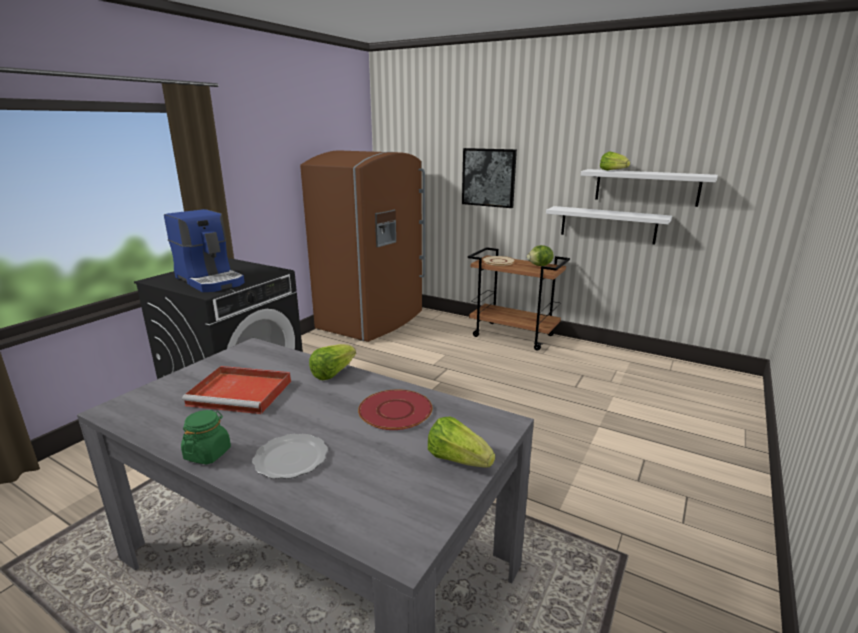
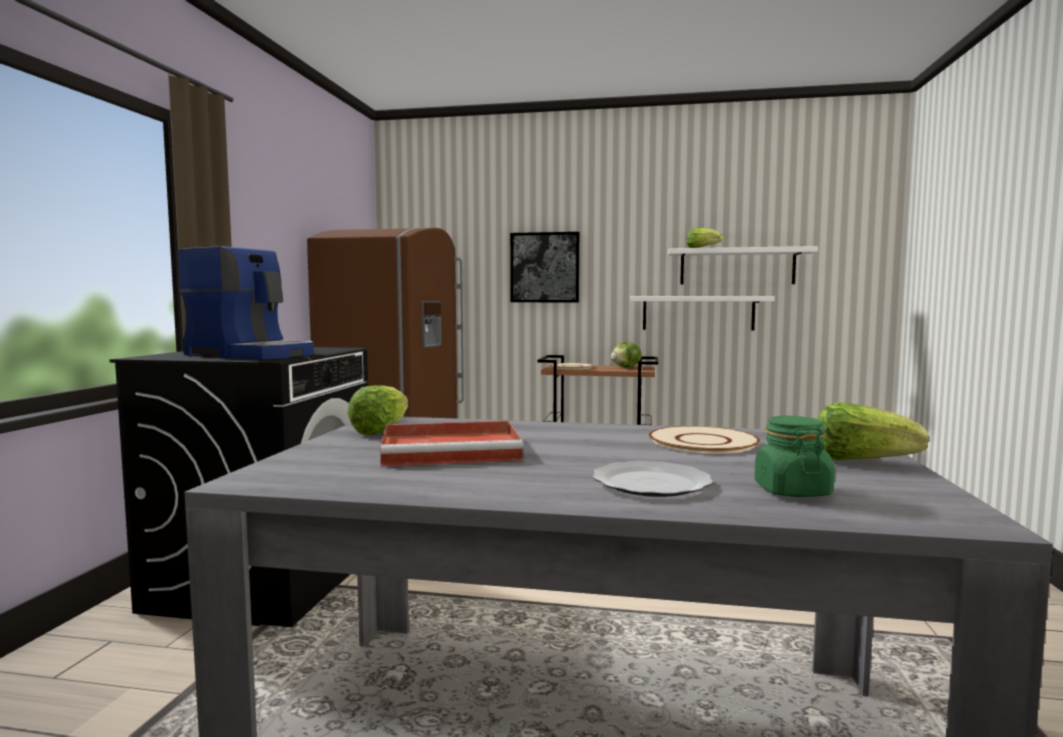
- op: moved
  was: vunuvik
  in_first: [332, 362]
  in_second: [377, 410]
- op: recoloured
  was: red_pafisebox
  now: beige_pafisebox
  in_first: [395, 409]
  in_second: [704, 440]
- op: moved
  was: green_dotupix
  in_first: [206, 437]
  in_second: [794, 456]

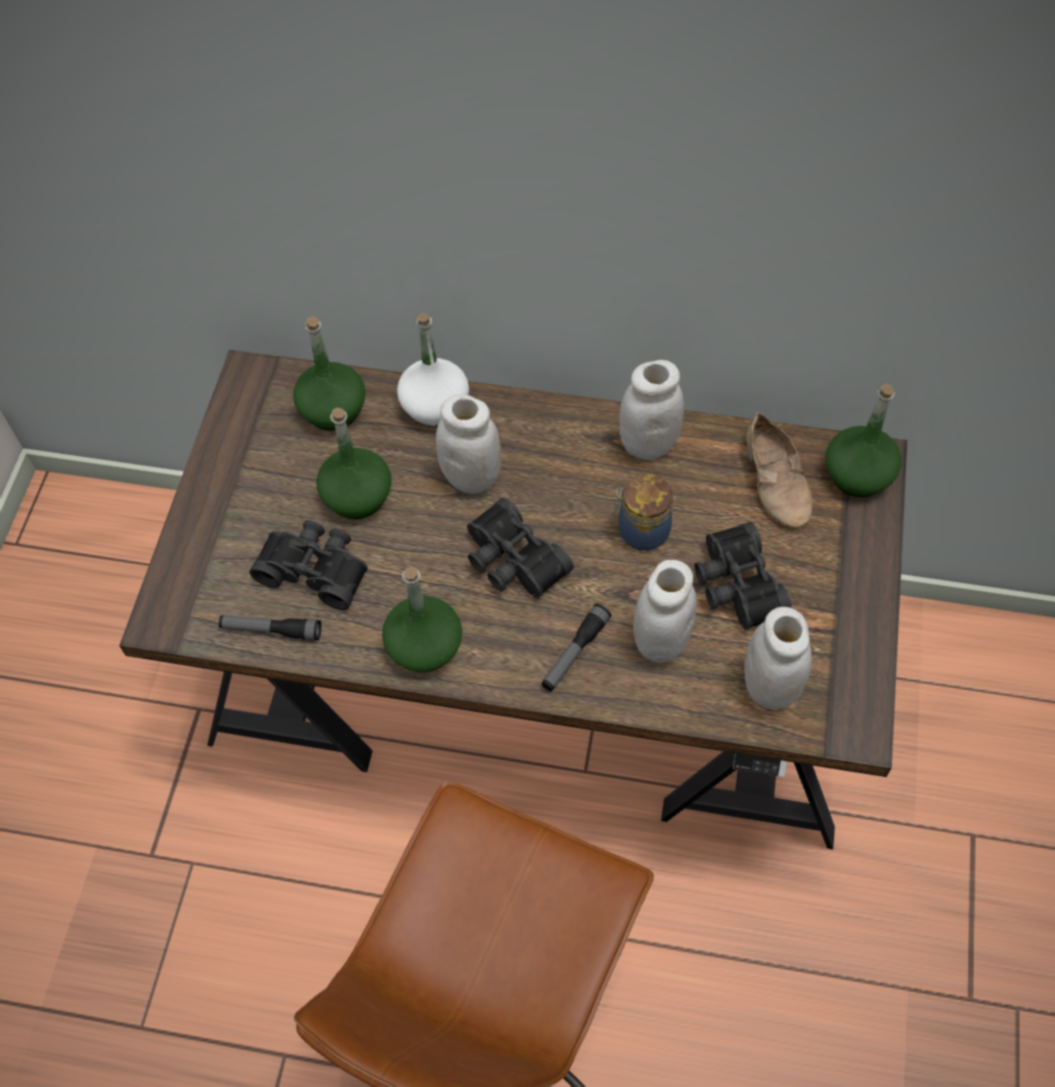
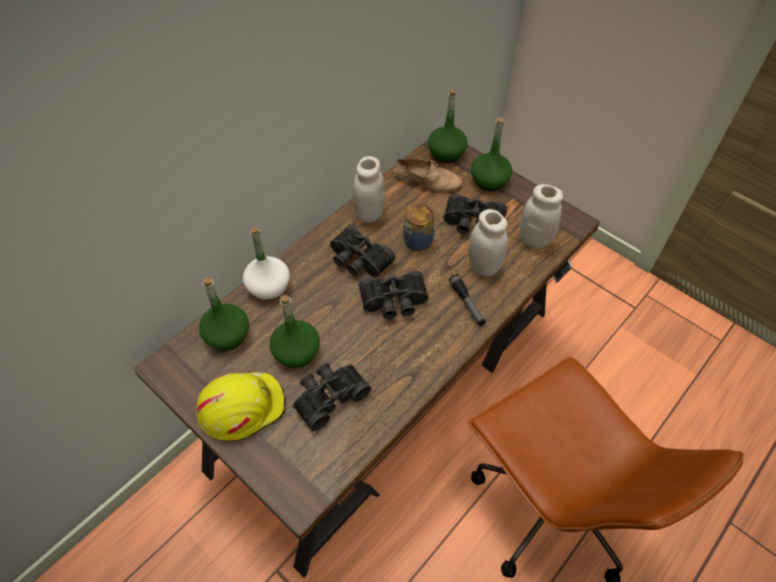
- op: removed
  was: white_dotupix
  in_first: [468, 444]
- op: moved
  was: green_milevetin
  in_first: [422, 619]
  in_second: [491, 154]
- op: removed
  was: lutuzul
  in_first: [270, 628]
- op: added
  now: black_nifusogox
  in_second: [363, 251]
- op: added
  now: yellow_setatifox
  in_second: [240, 406]

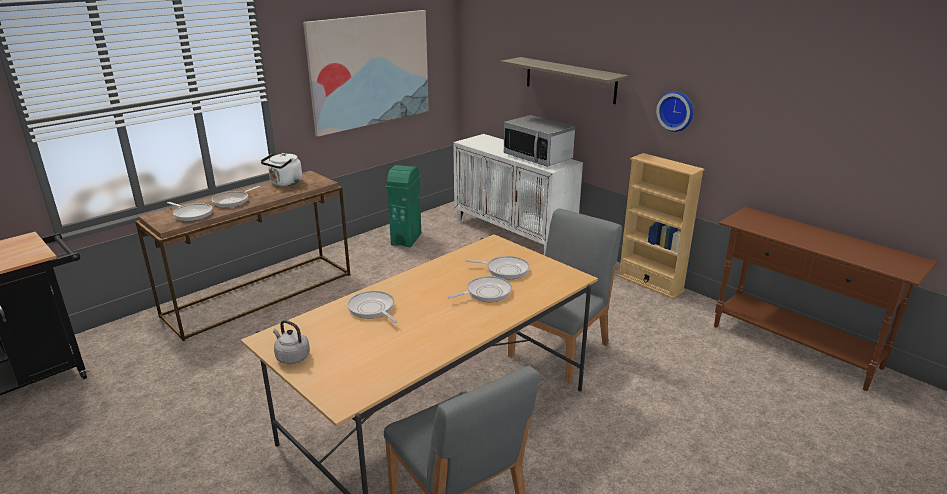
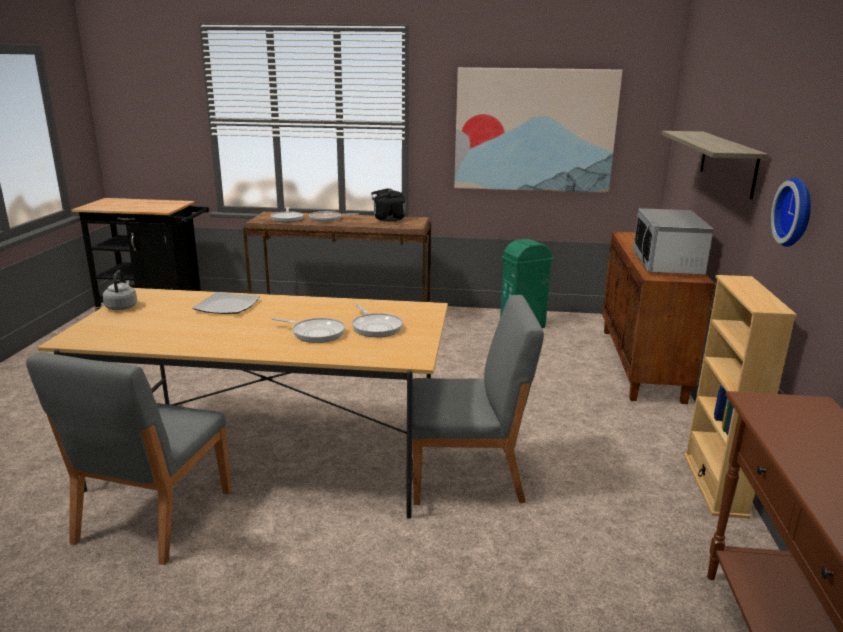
- op: recoloured
  was: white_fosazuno
  now: brown_fosazuno
  in_first: [518, 195]
  in_second: [658, 318]
- op: recoloured
  was: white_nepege
  now: black_nepege
  in_first: [281, 169]
  in_second: [388, 205]
- op: replaced
  was: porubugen
  now: pafisebox
  in_first: [372, 307]
  in_second: [226, 303]

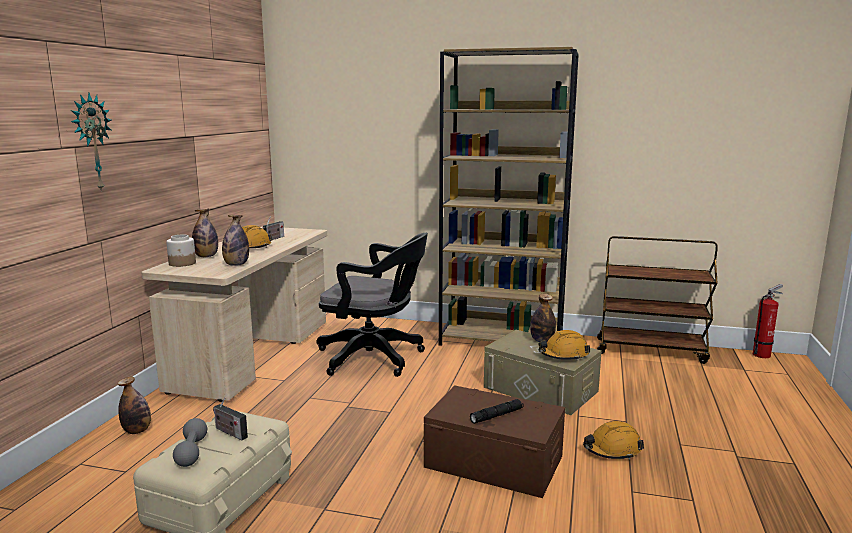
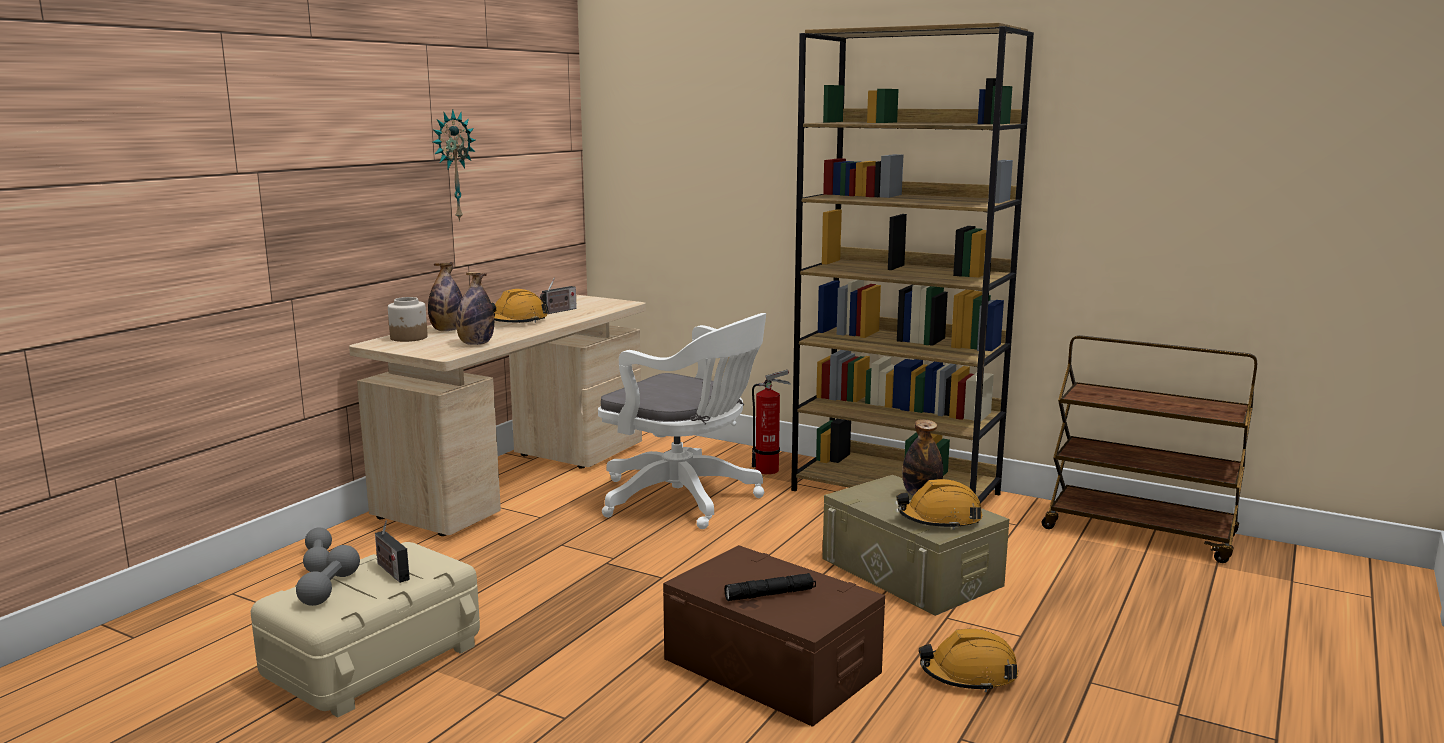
- op: moved
  was: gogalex
  in_first: [91, 142]
  in_second: [454, 165]
- op: recoloured
  was: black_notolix
  now: white_notolix
  in_first: [372, 305]
  in_second: [682, 421]
- op: moved
  was: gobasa
  in_first: [768, 321]
  in_second: [771, 422]
- op: replaced
  was: milevetin
  now: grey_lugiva
  in_first: [134, 405]
  in_second: [317, 549]

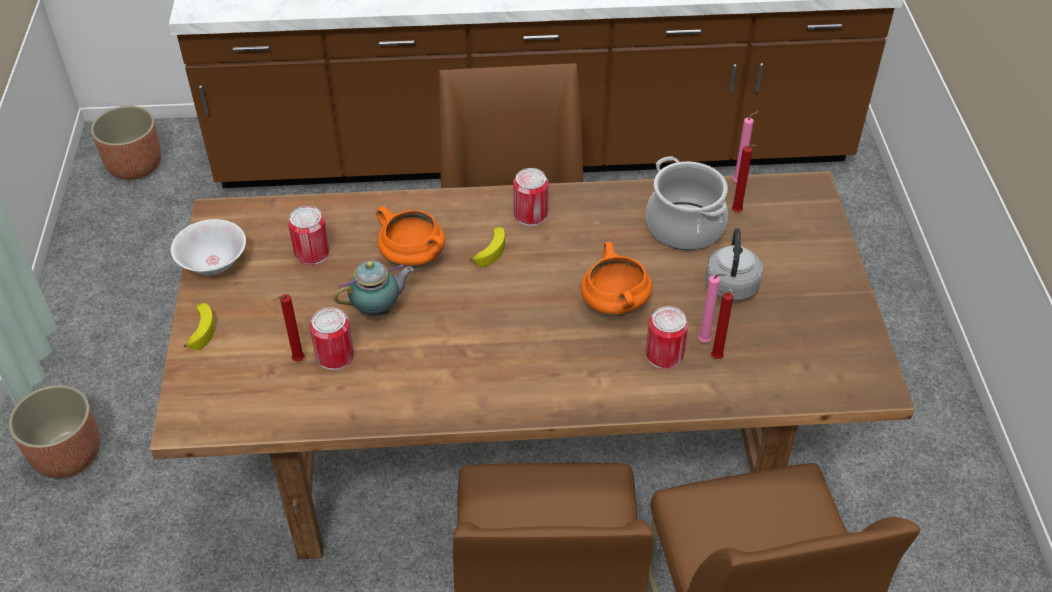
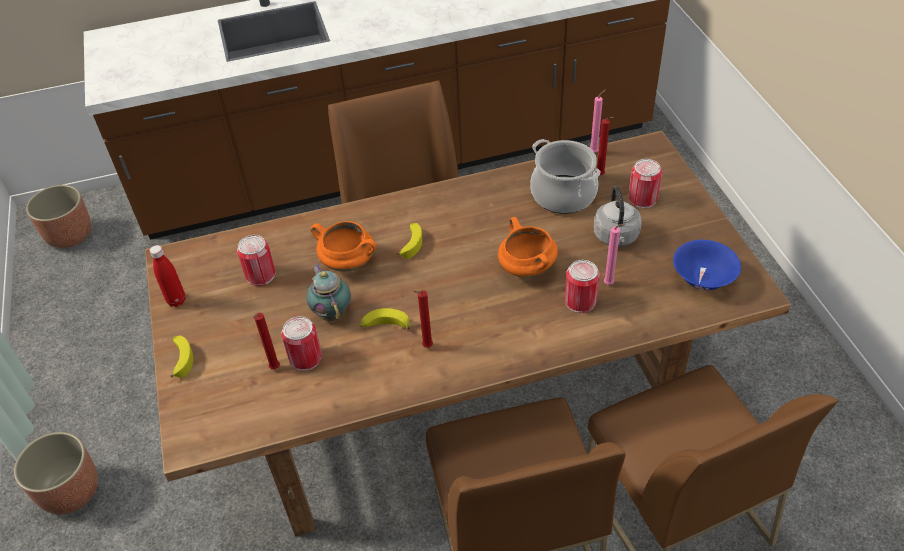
- op: moved
  was: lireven
  in_first: [530, 197]
  in_second: [645, 183]
- op: replaced
  was: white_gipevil
  now: red_milevetin
  in_first: [208, 247]
  in_second: [167, 276]
- op: turned
  was: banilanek
  in_first: [374, 289]
  in_second: [328, 292]
  clockwise: -75
- op: moved
  was: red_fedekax
  in_first: [722, 324]
  in_second: [423, 319]
- op: added
  now: blue_gipevil
  in_second: [707, 265]
- op: added
  now: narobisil
  in_second: [385, 318]

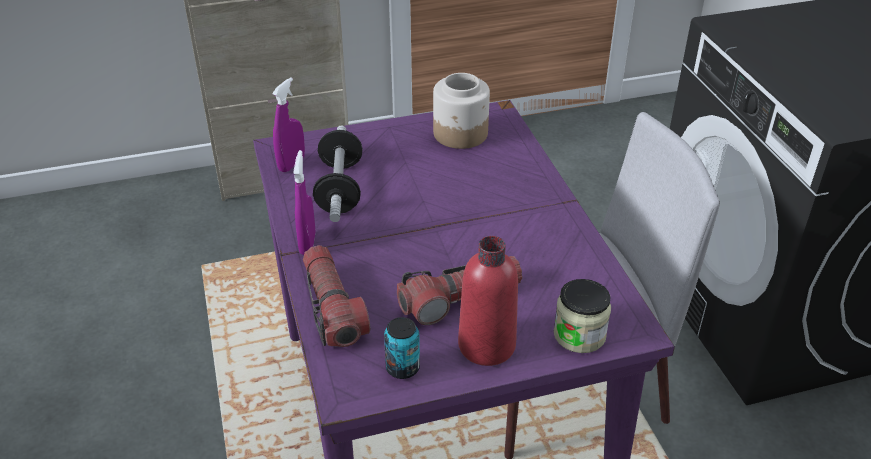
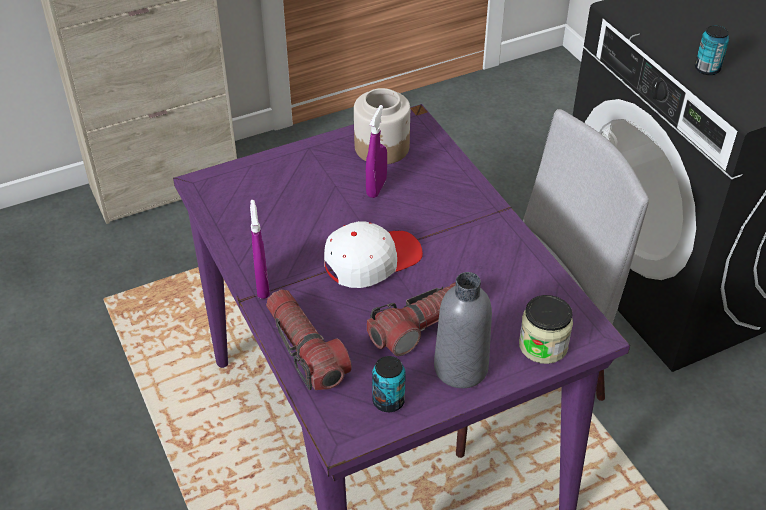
- op: moved
  was: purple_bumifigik
  in_first: [288, 124]
  in_second: [376, 151]
- op: removed
  was: lugiva
  in_first: [338, 173]
- op: recoloured
  was: red_milevetin
  now: grey_milevetin
  in_first: [488, 301]
  in_second: [463, 330]
- op: added
  now: lireven
  in_second: [712, 50]
- op: added
  now: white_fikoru
  in_second: [373, 254]

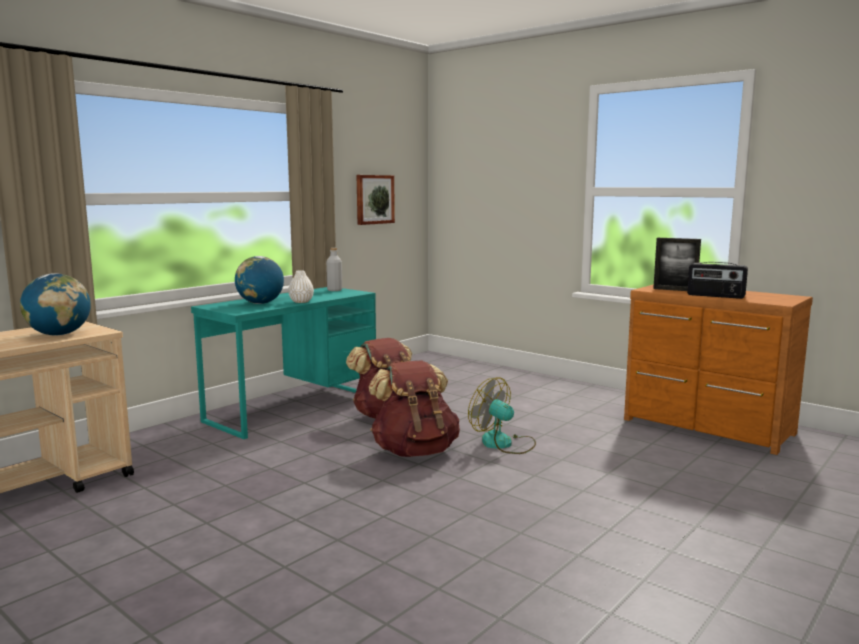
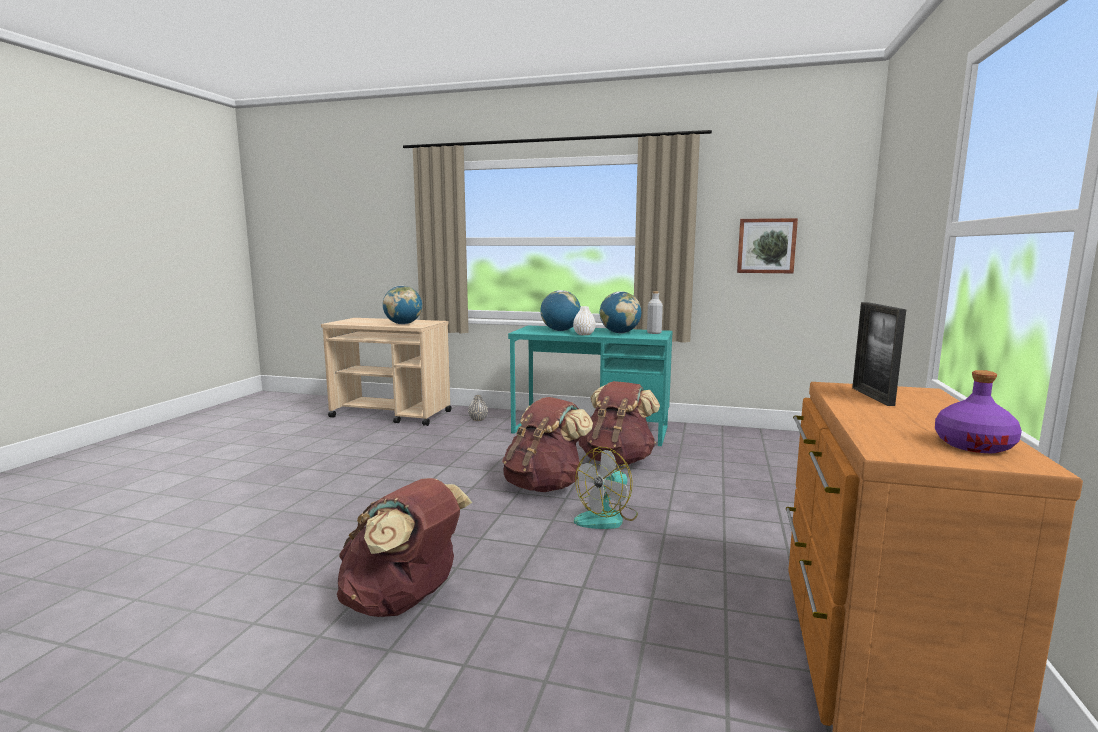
- op: removed
  was: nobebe
  in_first: [717, 280]
- op: turned
  was: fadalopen
  in_first: [502, 415]
  in_second: [606, 488]
  clockwise: -150
- op: added
  now: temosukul
  in_second: [620, 312]
- op: added
  now: purple_milevetin
  in_second: [978, 411]
- op: added
  now: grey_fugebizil
  in_second: [478, 408]
- op: added
  now: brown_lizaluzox
  in_second: [404, 547]

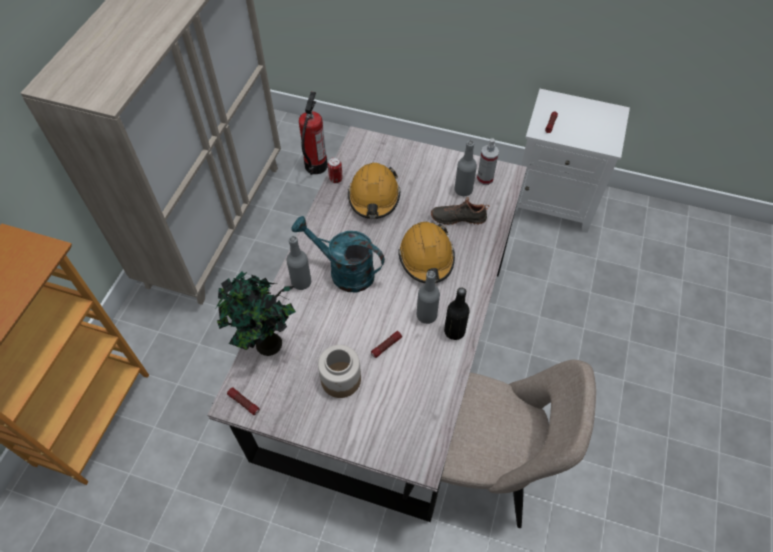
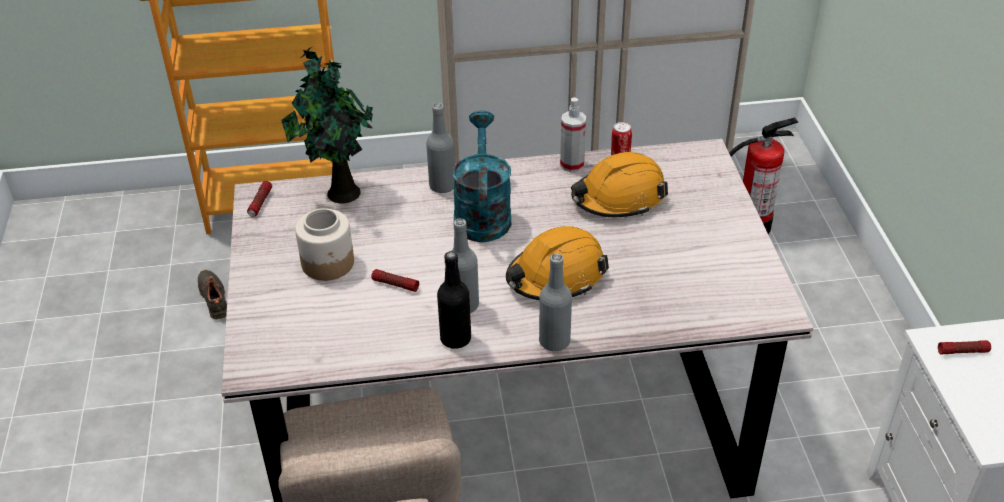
- op: moved
  was: bumifigik
  in_first: [488, 161]
  in_second: [573, 135]
- op: moved
  was: grey_milevetin
  in_first: [465, 168]
  in_second: [555, 302]
- op: moved
  was: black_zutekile
  in_first: [460, 211]
  in_second: [212, 295]

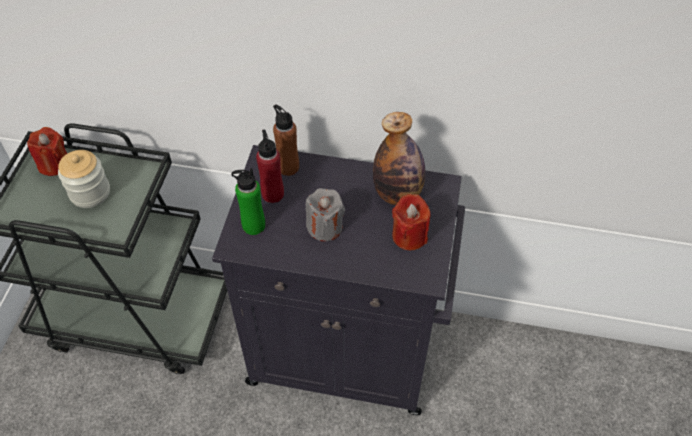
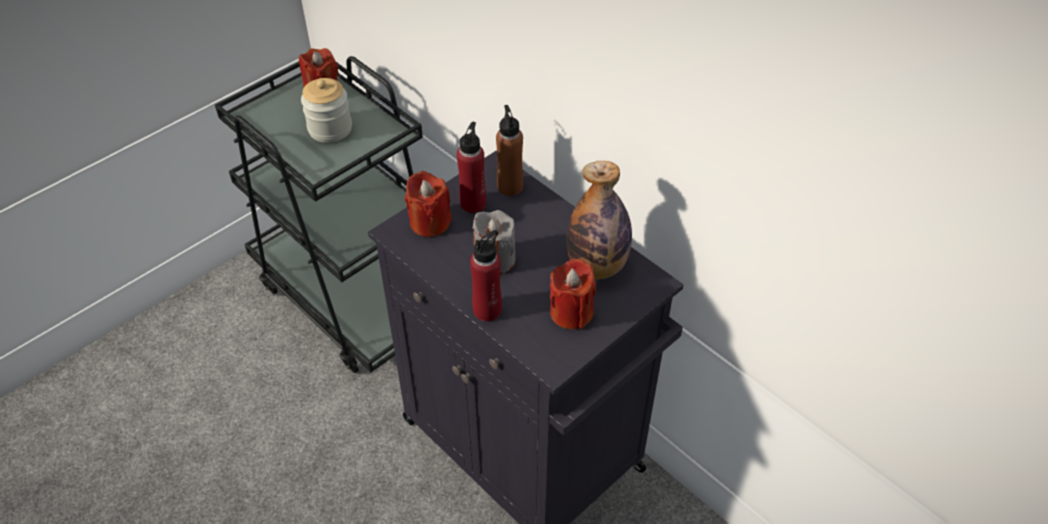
- op: replaced
  was: green_milevetin
  now: red_fedekax
  in_first: [248, 201]
  in_second: [428, 204]
- op: added
  now: red_milevetin
  in_second: [486, 275]

